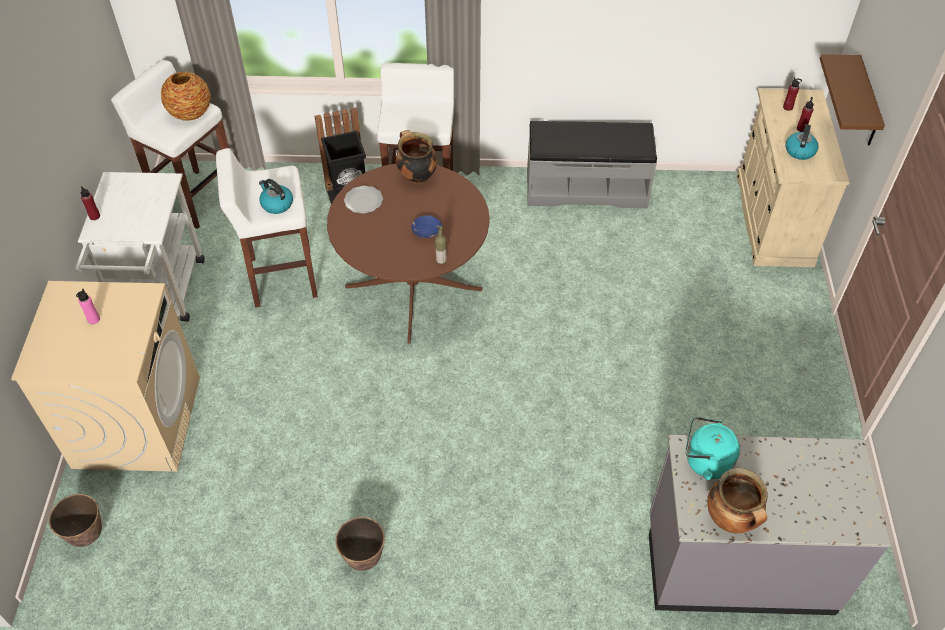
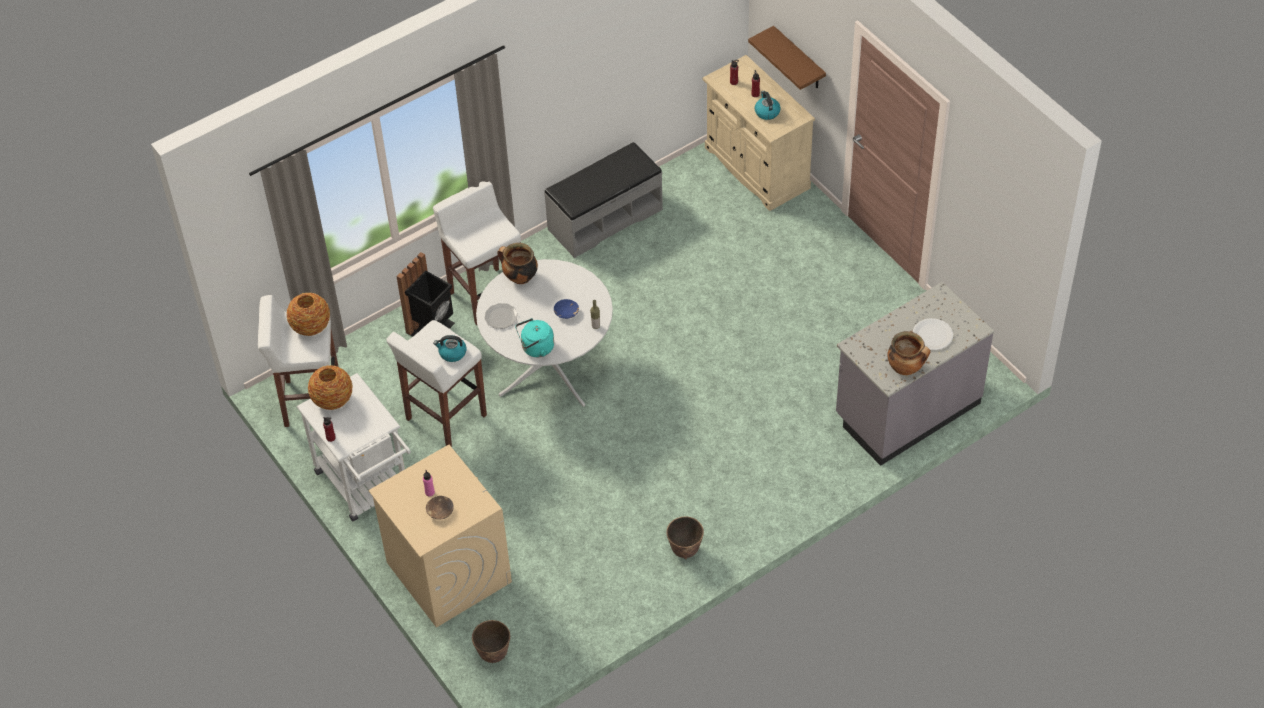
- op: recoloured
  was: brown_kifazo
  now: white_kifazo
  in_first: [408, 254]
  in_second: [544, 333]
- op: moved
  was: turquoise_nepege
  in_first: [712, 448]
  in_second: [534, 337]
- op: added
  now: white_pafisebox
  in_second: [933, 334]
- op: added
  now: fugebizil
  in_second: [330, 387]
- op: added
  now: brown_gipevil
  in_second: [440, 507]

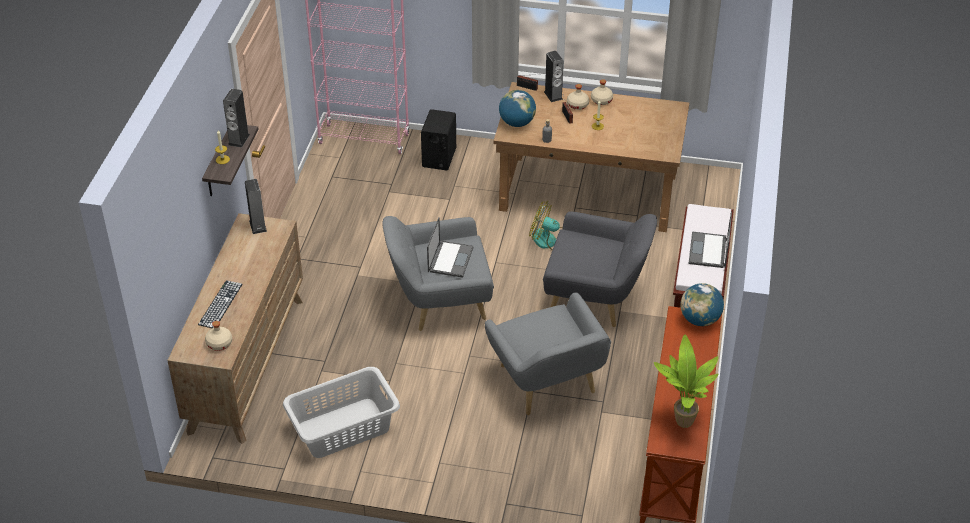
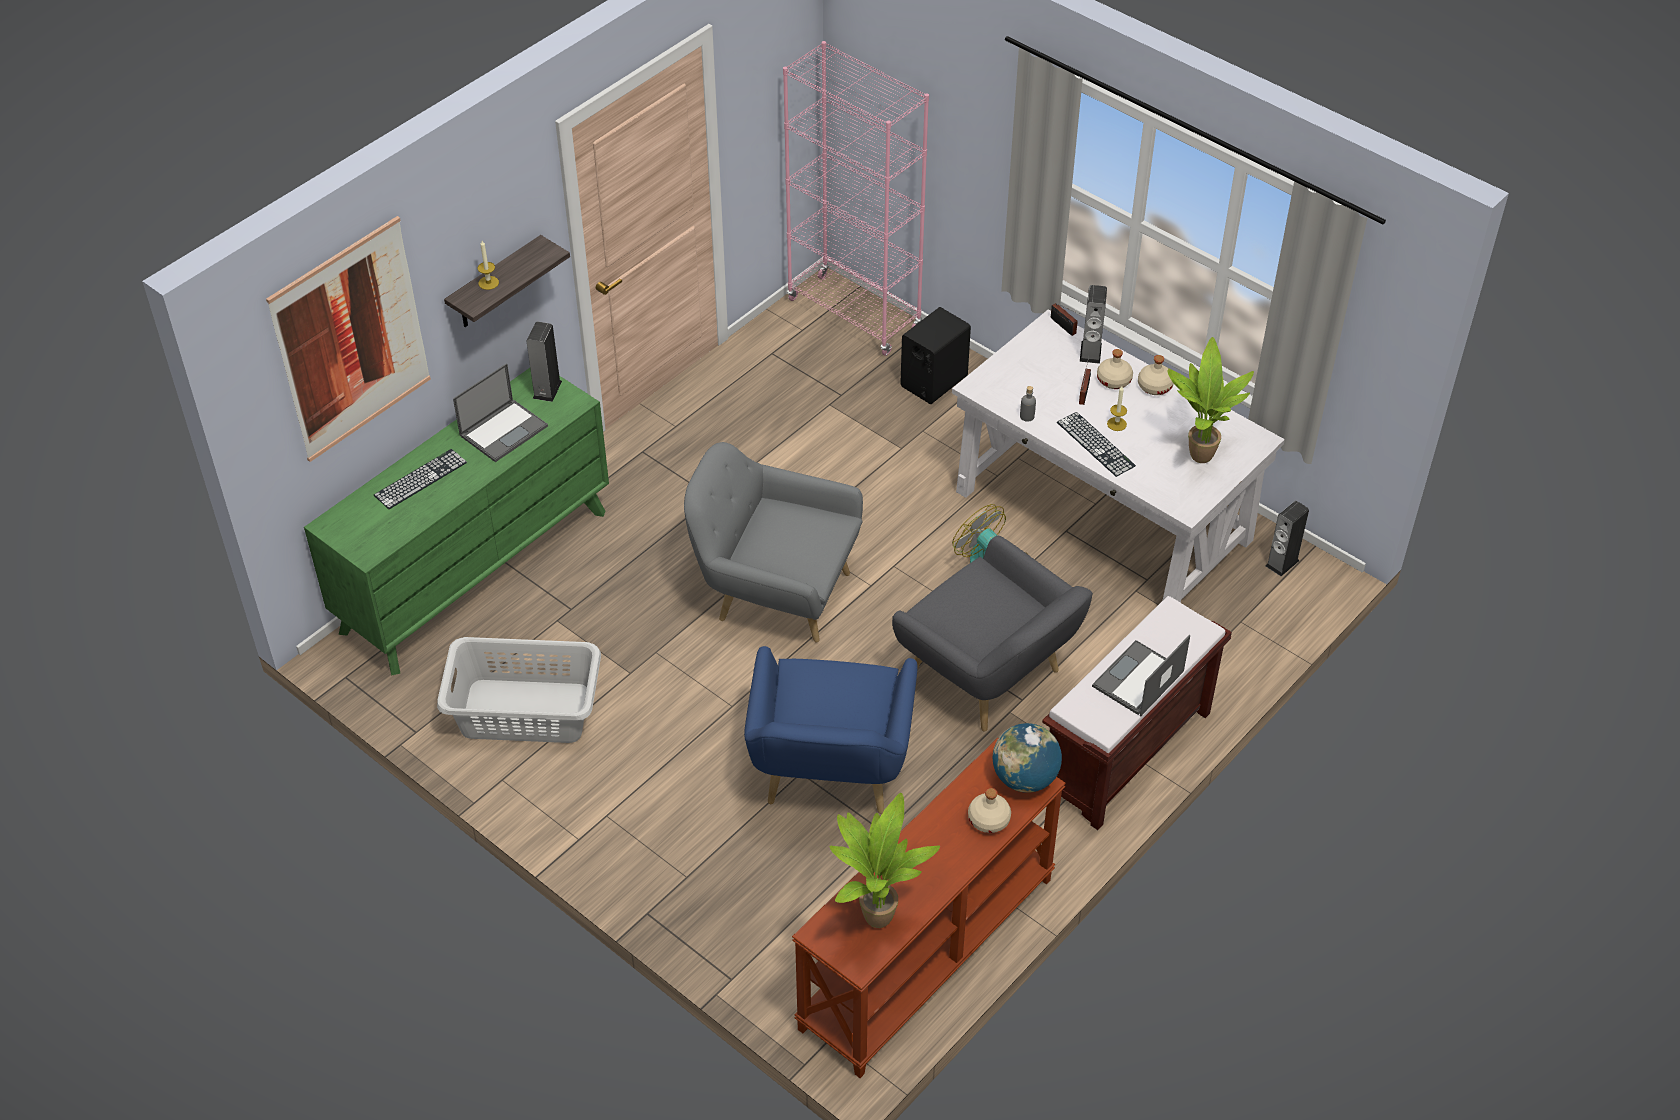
- op: recoloured
  was: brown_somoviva
  now: white_somoviva
  in_first: [591, 157]
  in_second: [1118, 456]
- op: moved
  was: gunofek
  in_first: [236, 118]
  in_second: [1287, 538]
- op: removed
  was: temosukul
  in_first: [517, 108]
- op: recoloured
  was: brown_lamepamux
  now: green_lamepamux
  in_first: [235, 328]
  in_second: [456, 521]
- op: moved
  was: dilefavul
  in_first: [450, 247]
  in_second: [500, 412]
- op: recoloured
  was: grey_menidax
  now: blue_menidax
  in_first: [548, 353]
  in_second: [831, 730]
- op: moved
  was: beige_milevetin
  in_first: [218, 336]
  in_second: [989, 810]
- op: added
  now: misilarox
  in_second: [348, 339]
- op: added
  now: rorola
  in_second: [1210, 400]
- op: added
  now: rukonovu
  in_second: [1096, 444]

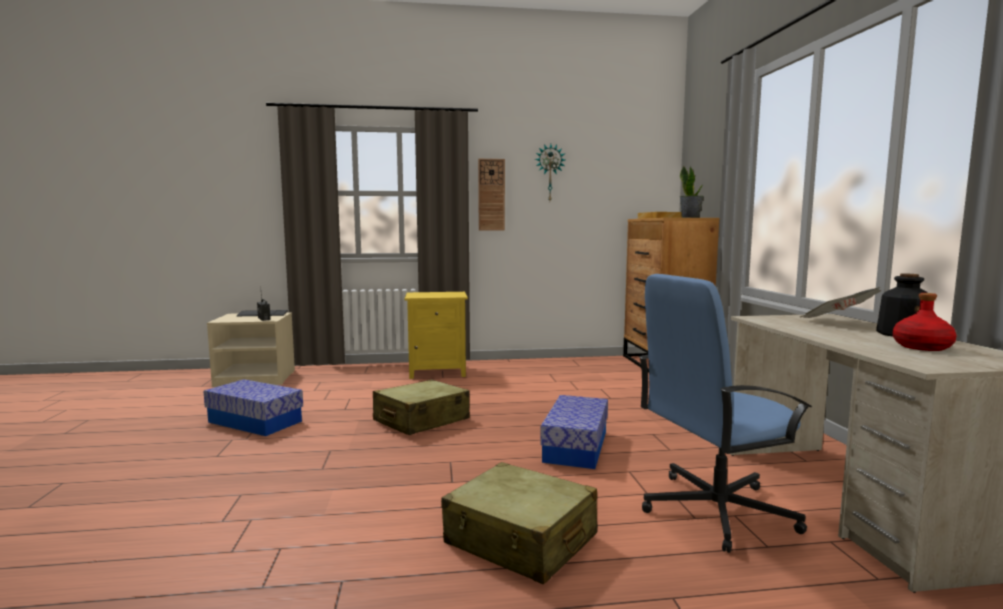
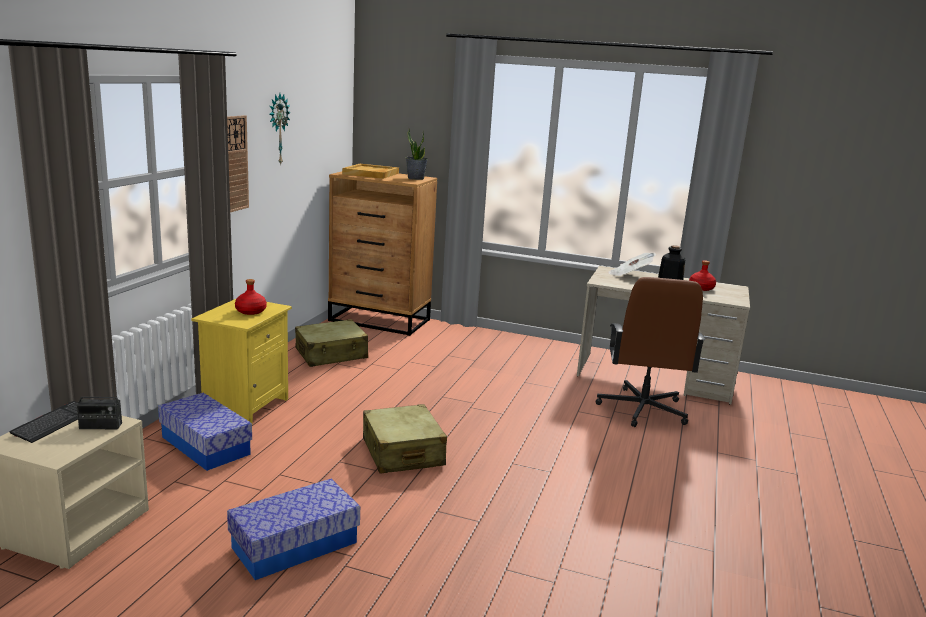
- op: recoloured
  was: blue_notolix
  now: brown_notolix
  in_first: [725, 413]
  in_second: [650, 352]
- op: moved
  was: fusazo
  in_first: [574, 432]
  in_second: [205, 432]
- op: moved
  was: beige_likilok
  in_first: [519, 523]
  in_second: [331, 343]
- op: added
  now: red_milevetin
  in_second: [251, 297]

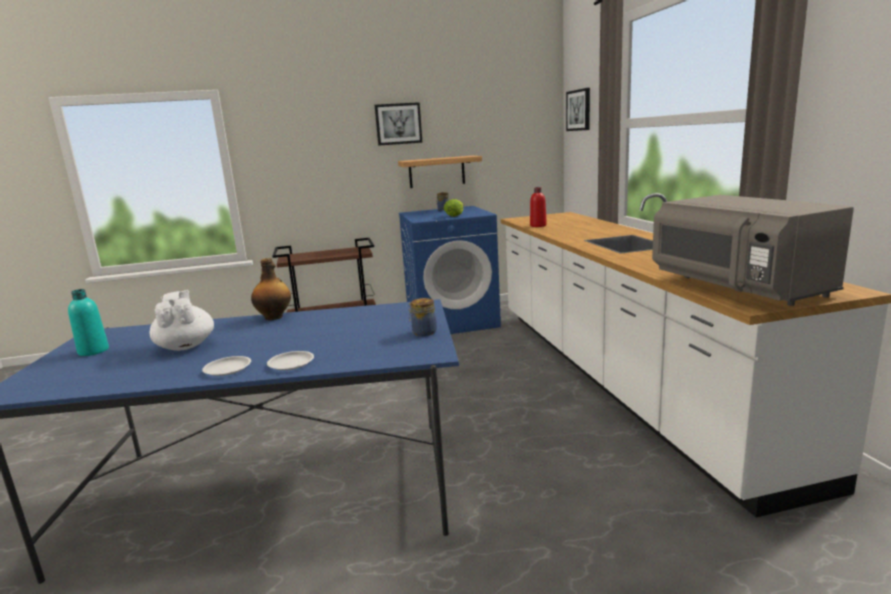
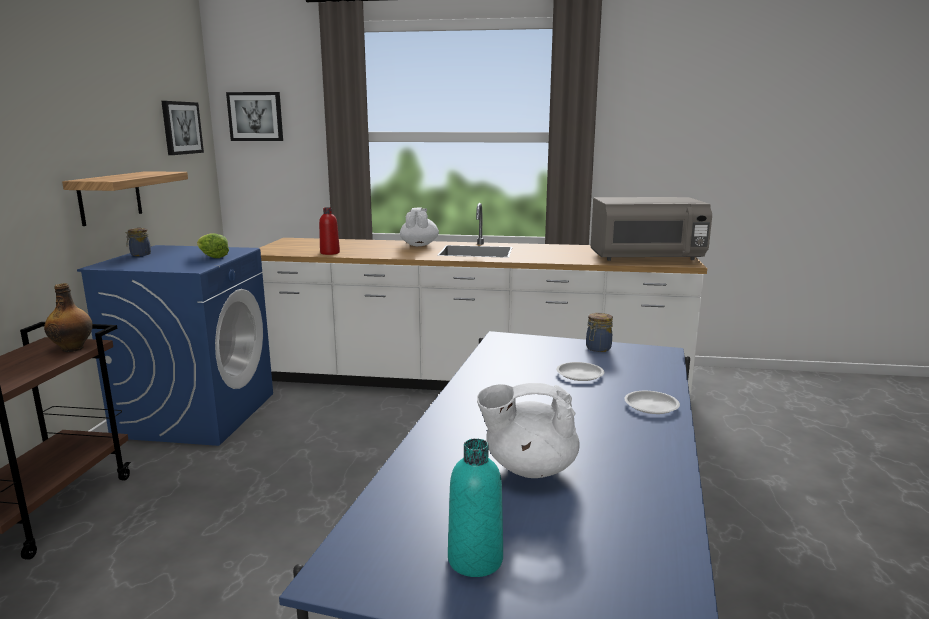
- op: moved
  was: misilarox
  in_first: [399, 124]
  in_second: [182, 128]
- op: moved
  was: milevetin
  in_first: [271, 289]
  in_second: [68, 317]
- op: moved
  was: white_pafisebox
  in_first: [226, 366]
  in_second: [580, 371]
- op: added
  now: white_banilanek
  in_second: [419, 226]

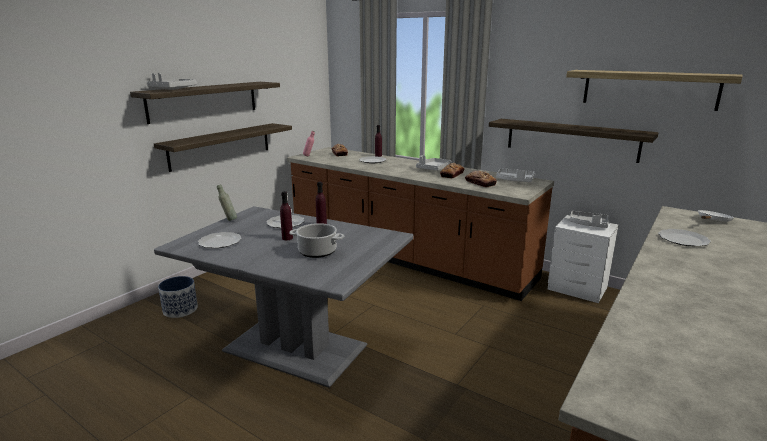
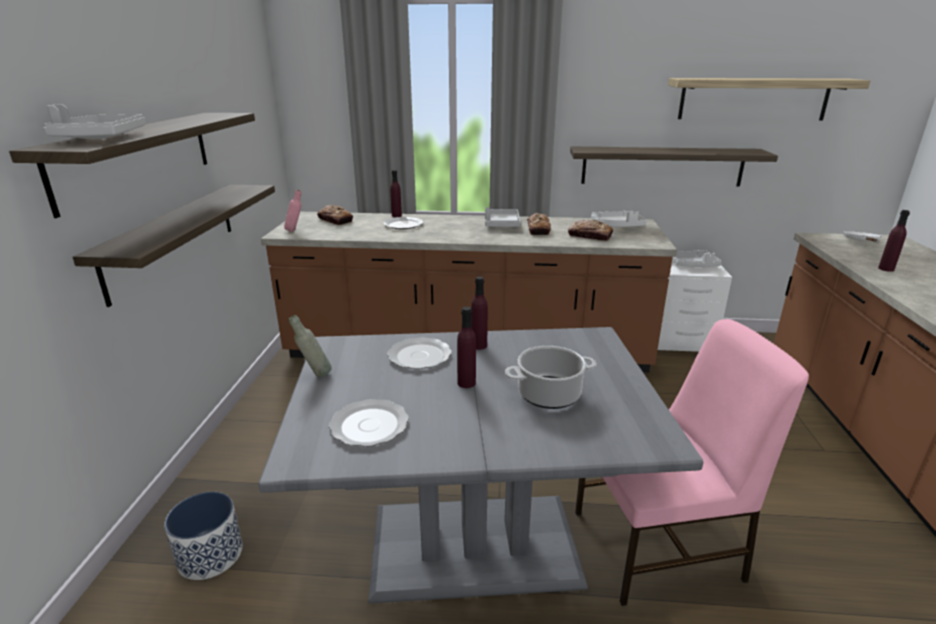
- op: replaced
  was: pafisebox
  now: purple_milevetin
  in_first: [684, 237]
  in_second: [894, 241]
- op: added
  now: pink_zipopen
  in_second: [692, 462]

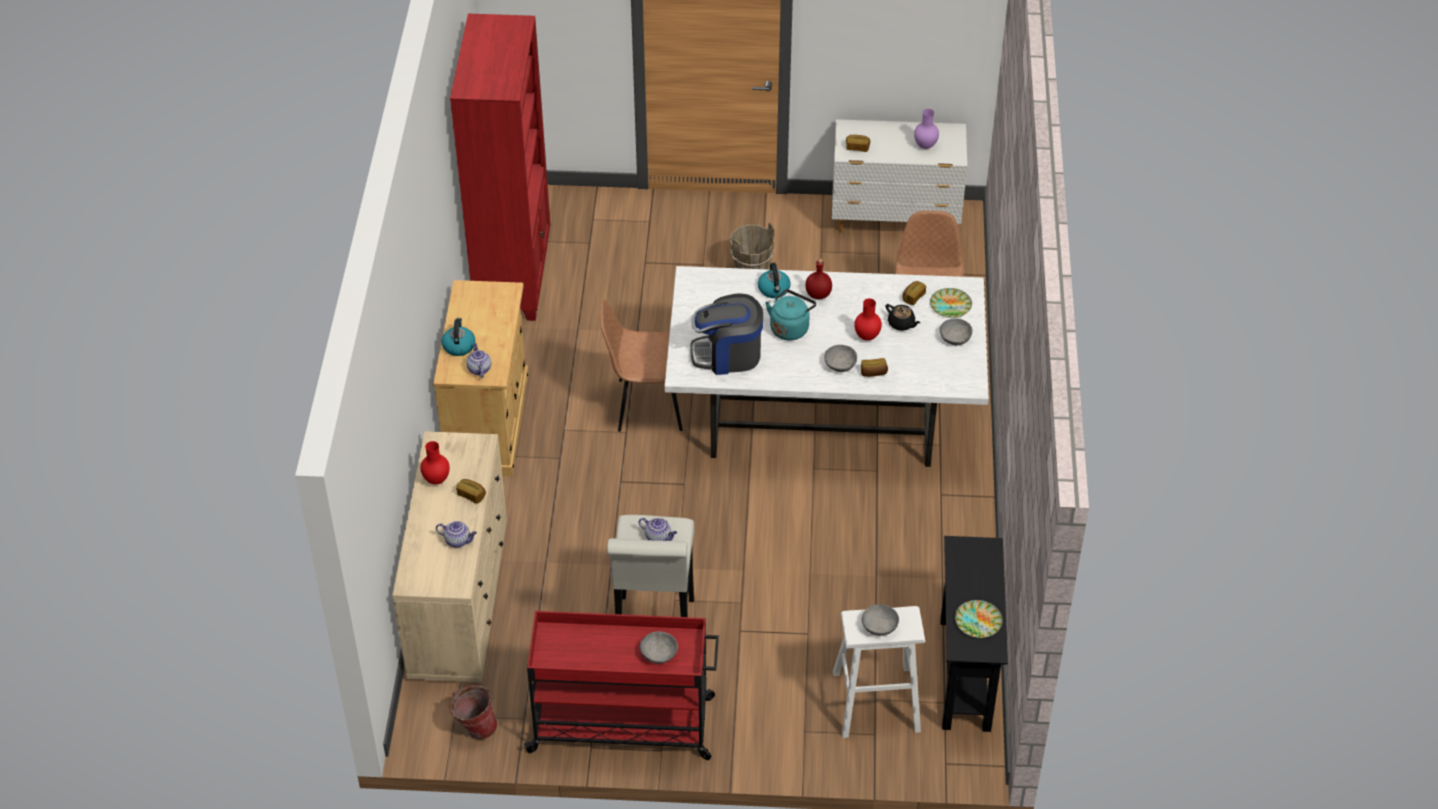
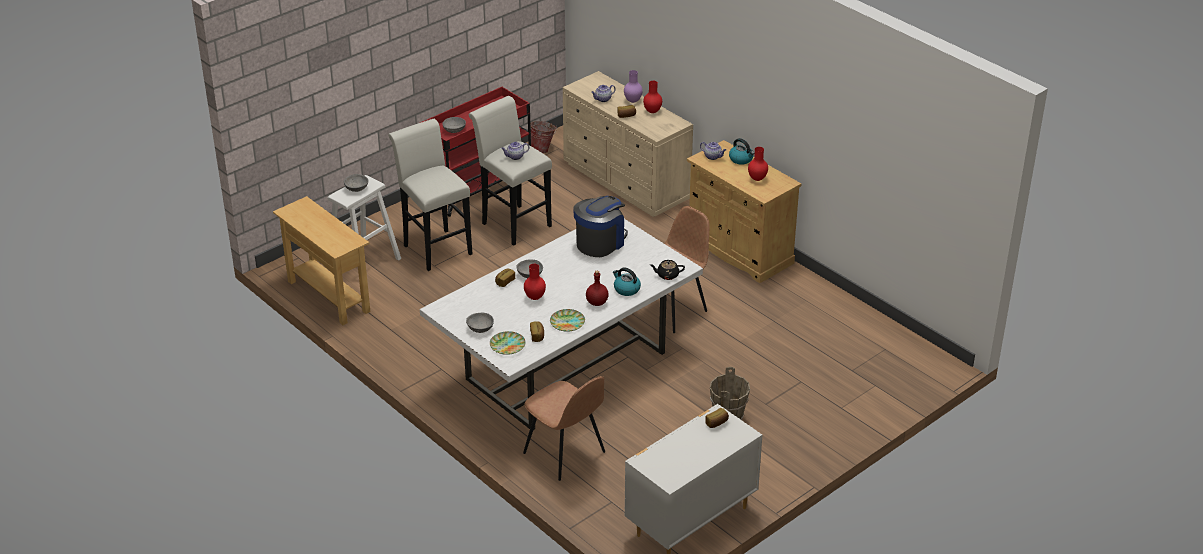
- op: removed
  was: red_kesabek
  in_first: [500, 167]
- op: moved
  was: purple_fugebizil
  in_first: [926, 129]
  in_second: [633, 86]
- op: removed
  was: turquoise_nepege
  in_first: [790, 314]
- op: moved
  was: black_banilanek
  in_first: [903, 317]
  in_second: [667, 270]
- op: recoloured
  was: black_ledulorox
  now: beige_ledulorox
  in_first: [974, 634]
  in_second: [321, 260]
- op: moved
  was: pafisebox
  in_first: [979, 619]
  in_second: [567, 320]
- op: added
  now: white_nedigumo
  in_second: [430, 195]
- op: added
  now: red_fugebizil
  in_second: [758, 164]

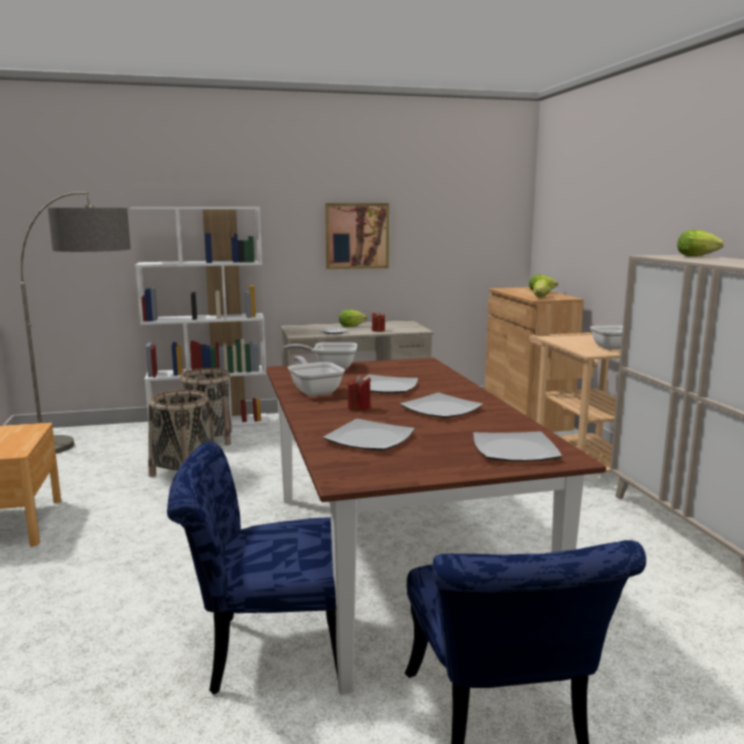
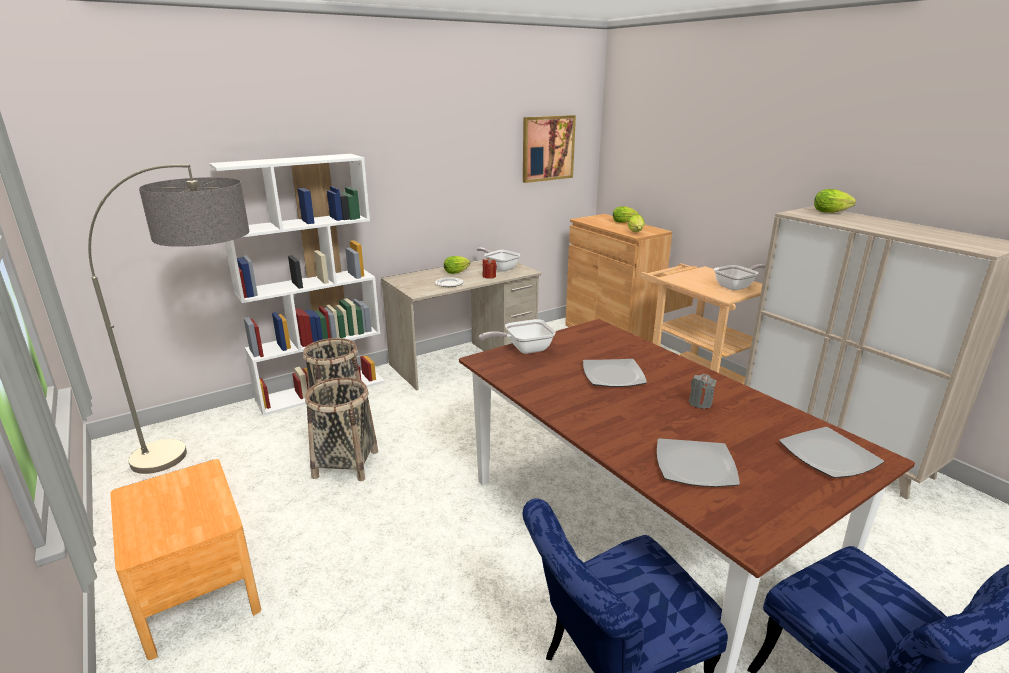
- op: moved
  was: misilarox
  in_first: [357, 236]
  in_second: [549, 149]
- op: moved
  was: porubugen
  in_first: [316, 376]
  in_second: [498, 259]
- op: removed
  was: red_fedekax
  in_first: [359, 393]
- op: replaced
  was: pafisebox
  now: grey_fedekax
  in_first: [441, 405]
  in_second: [703, 391]

